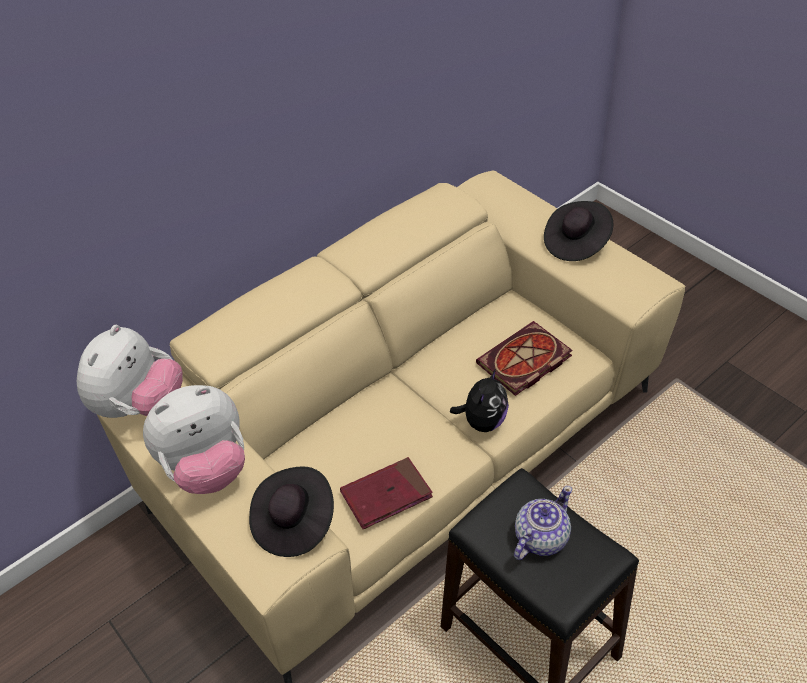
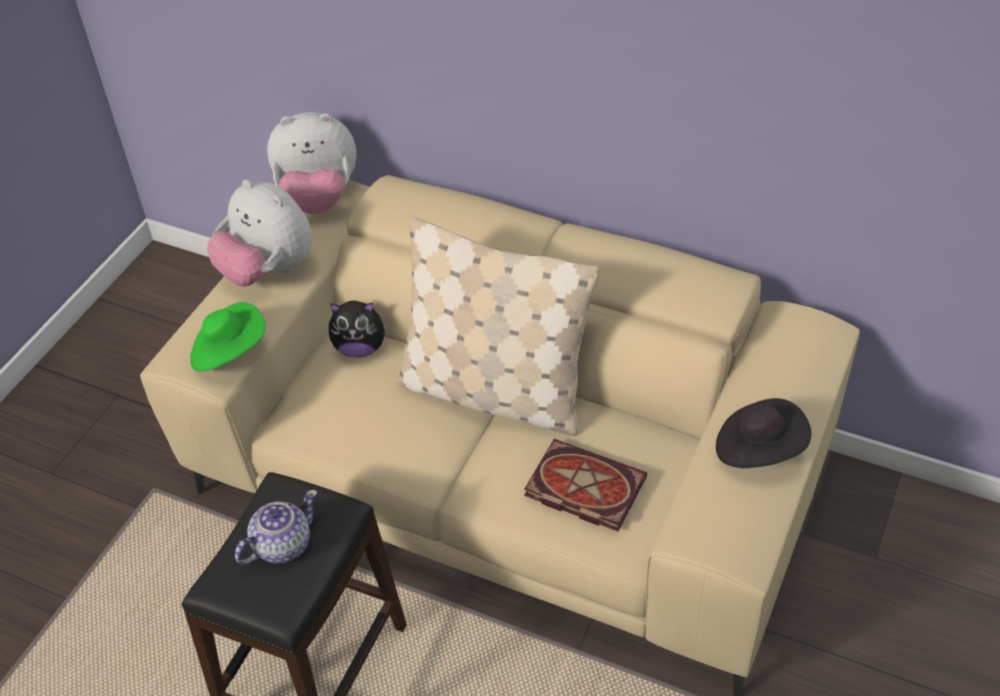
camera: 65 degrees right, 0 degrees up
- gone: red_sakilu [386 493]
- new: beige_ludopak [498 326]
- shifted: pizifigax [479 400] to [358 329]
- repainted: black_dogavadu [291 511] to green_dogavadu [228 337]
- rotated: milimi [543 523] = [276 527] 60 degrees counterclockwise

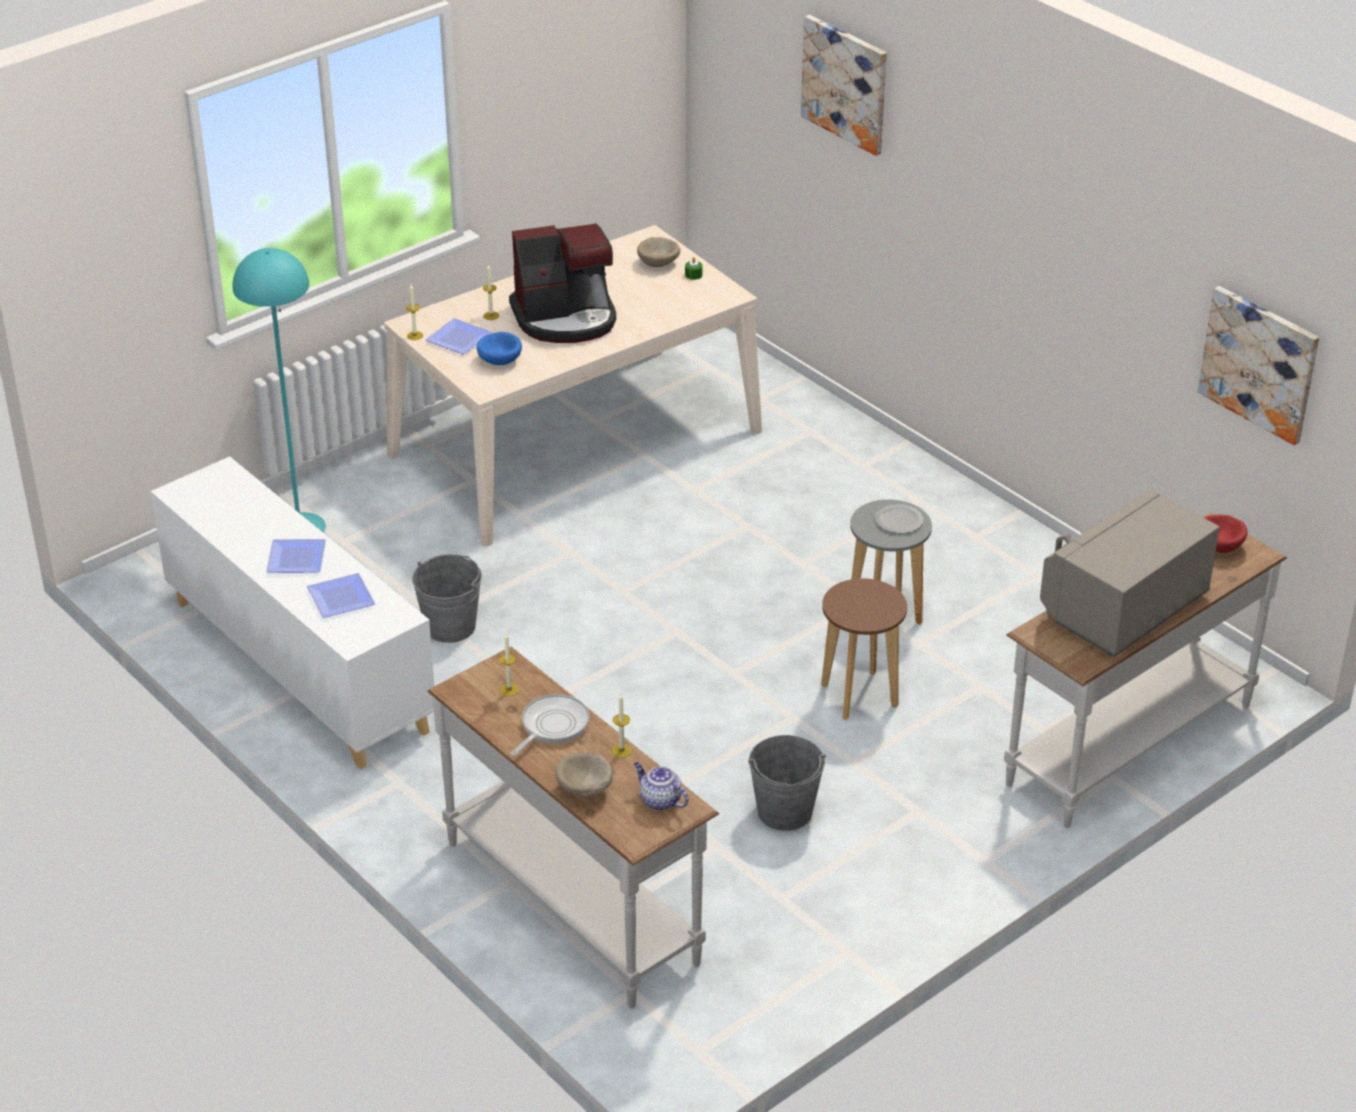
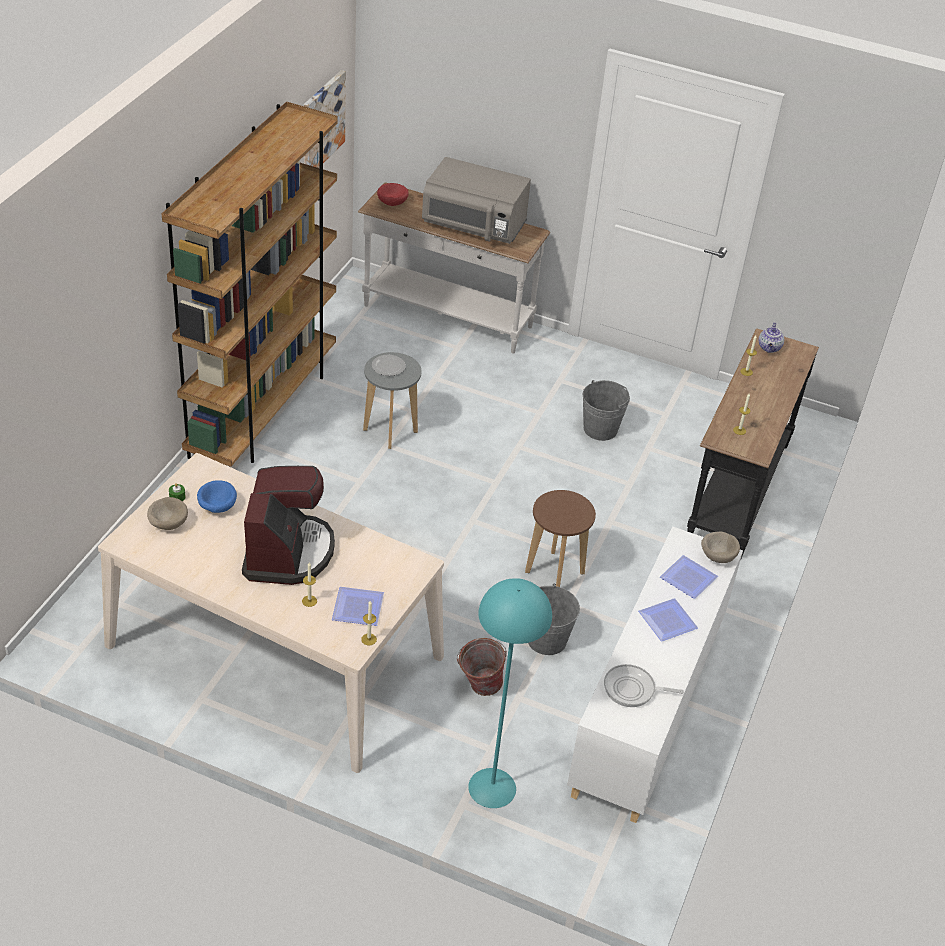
camera: 120 degrees left, 5 degrees up
- gone: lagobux [844 85]
- new: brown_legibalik [250 284]
- new: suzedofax [482 667]
- shifted: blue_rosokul [499 348] to [217 496]
- shifted: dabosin [550 725] to [644 685]
- shifted: beige_rosokul [584 774] to [720 547]
- shifted: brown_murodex [864 649] to [560 538]
- repainted: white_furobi [573 827] to black_furobi [753 443]
- rotated: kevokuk [562 283] = [288 525] 45 degrees clockwise

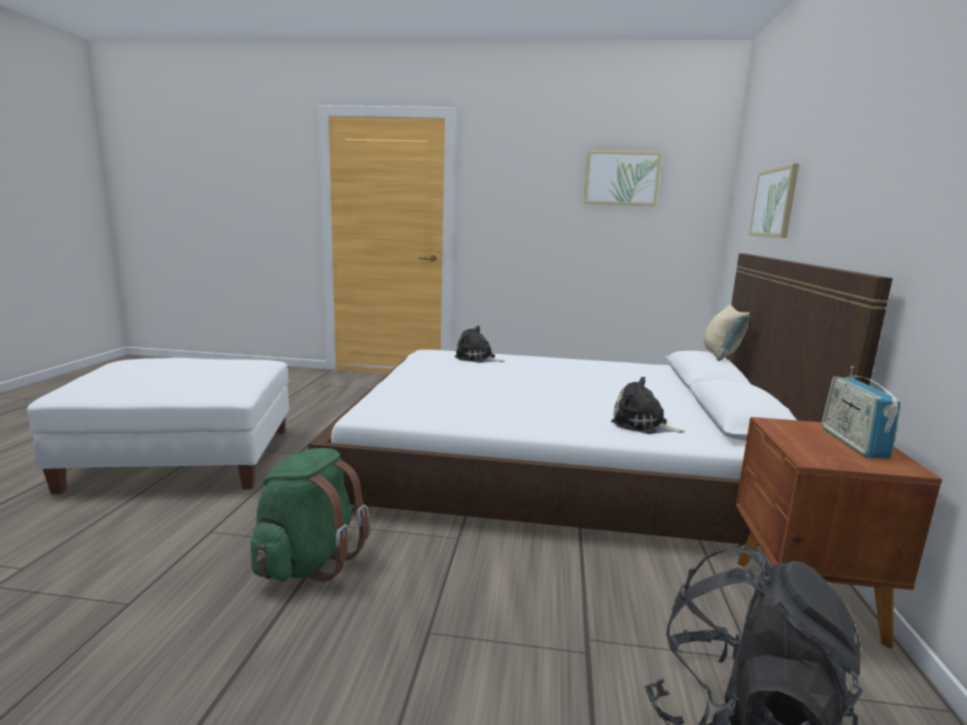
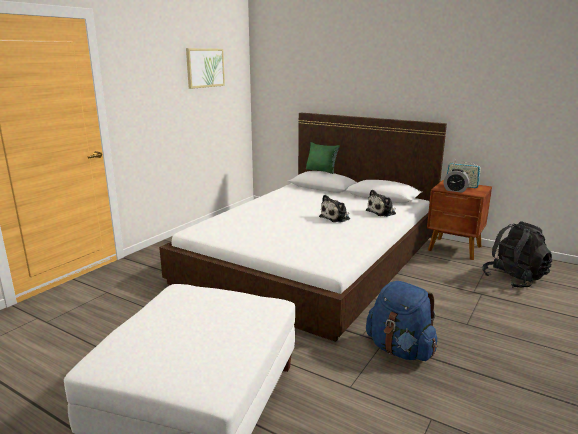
camera: 65 degrees left, 5 degrees up
- gone: lagobux [774 200]
- new: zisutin [456 181]
- shifted: pizifigax [479 344] to [334 209]
- repainted: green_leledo [310 515] to blue_leledo [401 321]
- repainted: beige_ludopak [727 332] to green_ludopak [323 158]

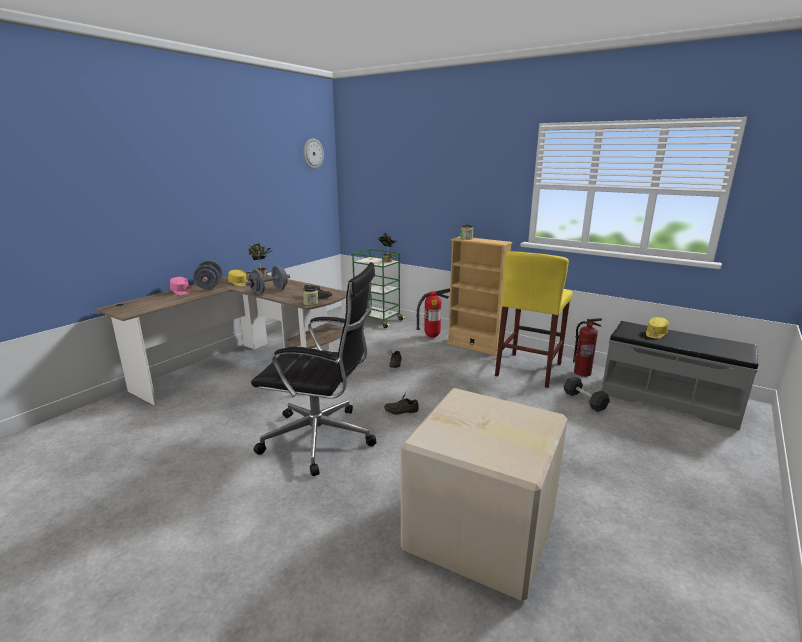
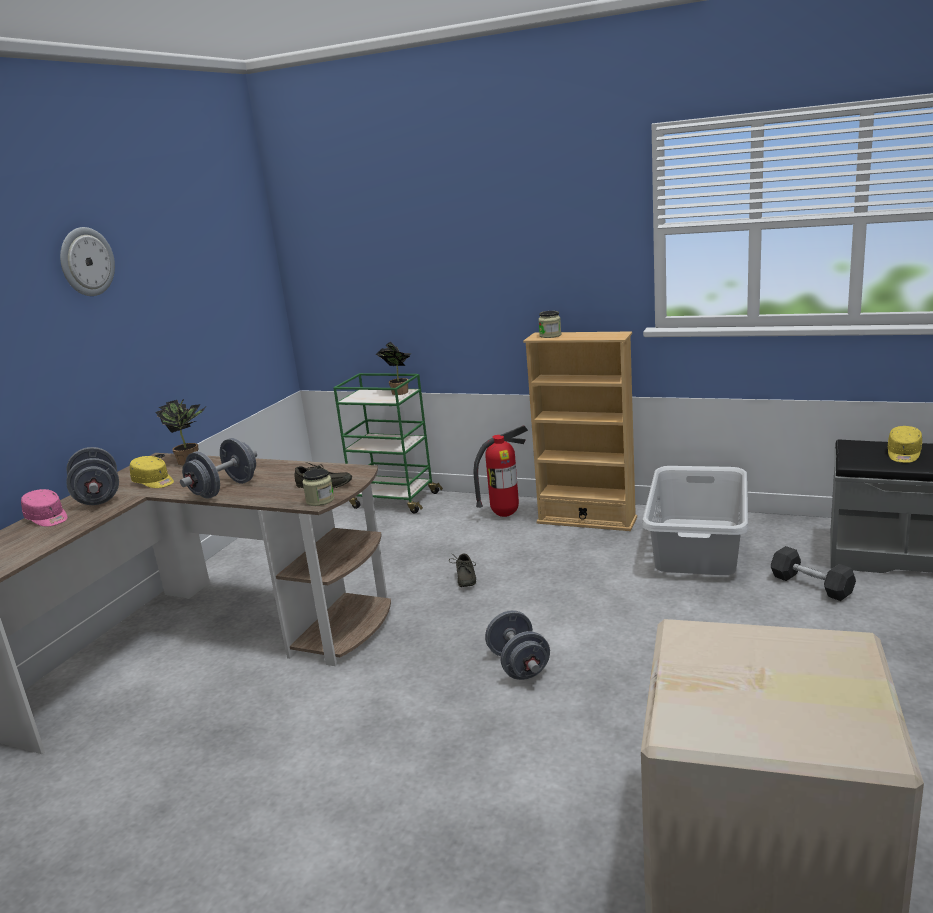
camera: 10 degrees left, 0 degrees up
- gone: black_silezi [313 369]
- gone: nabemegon [587 347]
- shifted: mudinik [313 153] to [87 261]
- swapped: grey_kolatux [401 404] to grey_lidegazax [517 645]
- swapped: yellow_murodex [534 319] to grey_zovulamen [695 520]

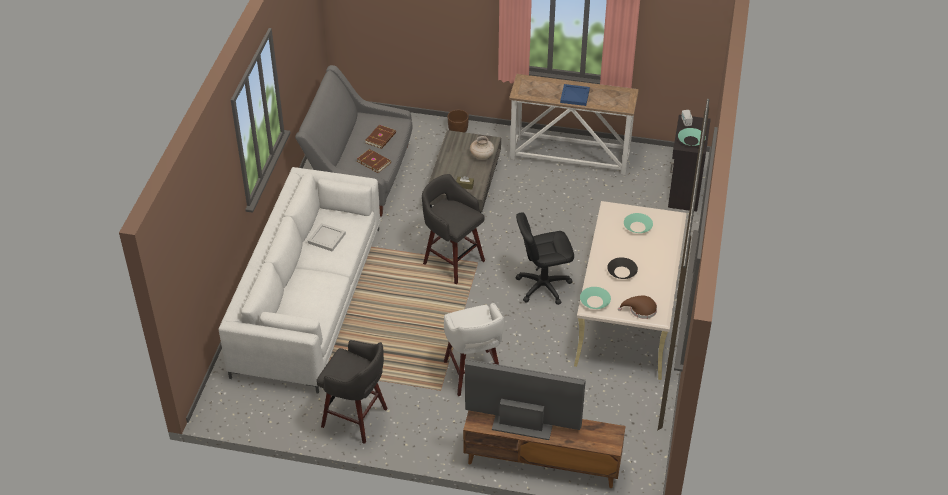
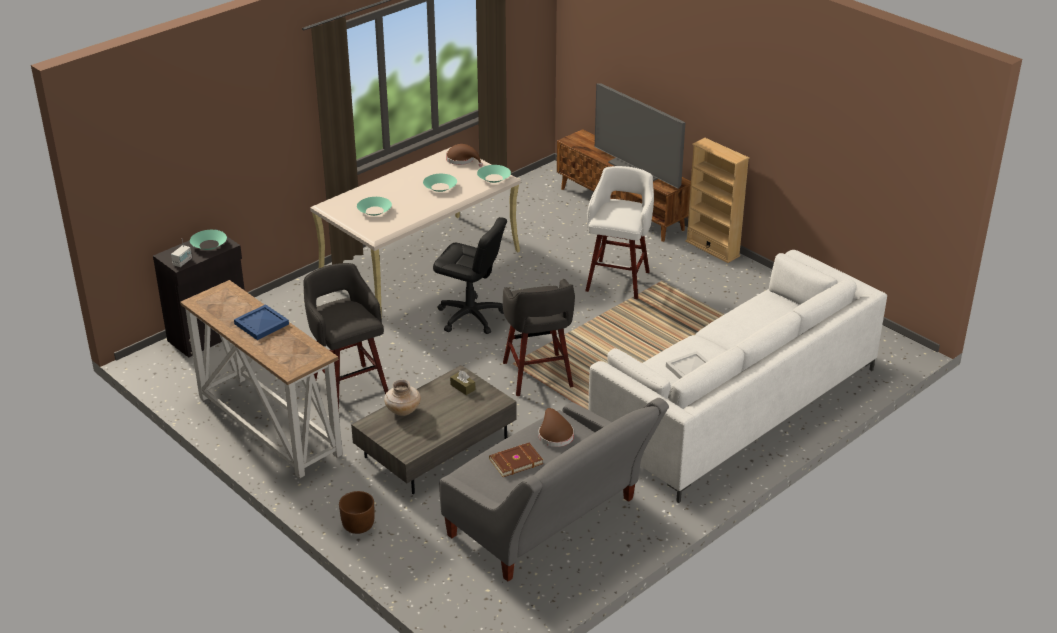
camera: 145 degrees left, 10 degrees down
- new: beige_legibalik [717 200]
- shifted: grey_murodex [352 392] to [345 335]
- swapped: brown_sakilu [374 161] to brown_dogavadu [556 427]
- repainted: black_rosokul [622 268] to turquoise_rosokul [440 183]

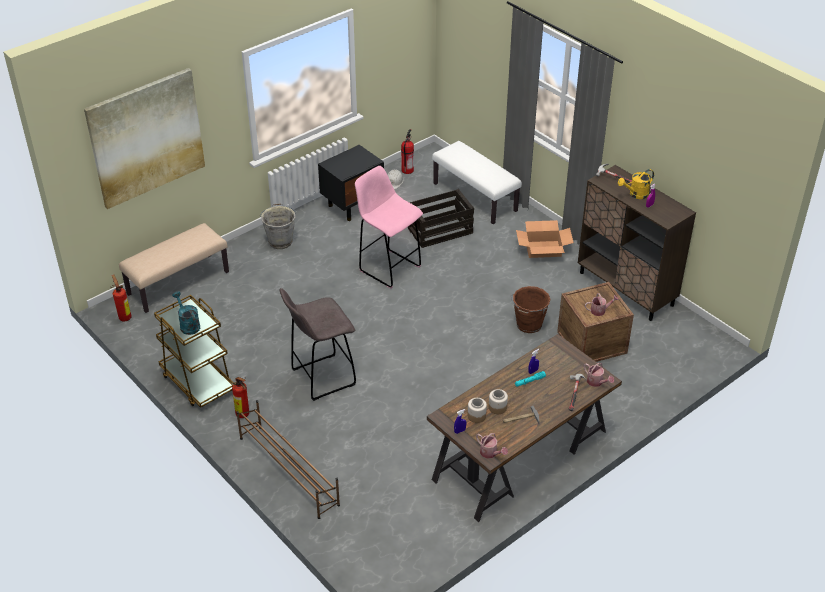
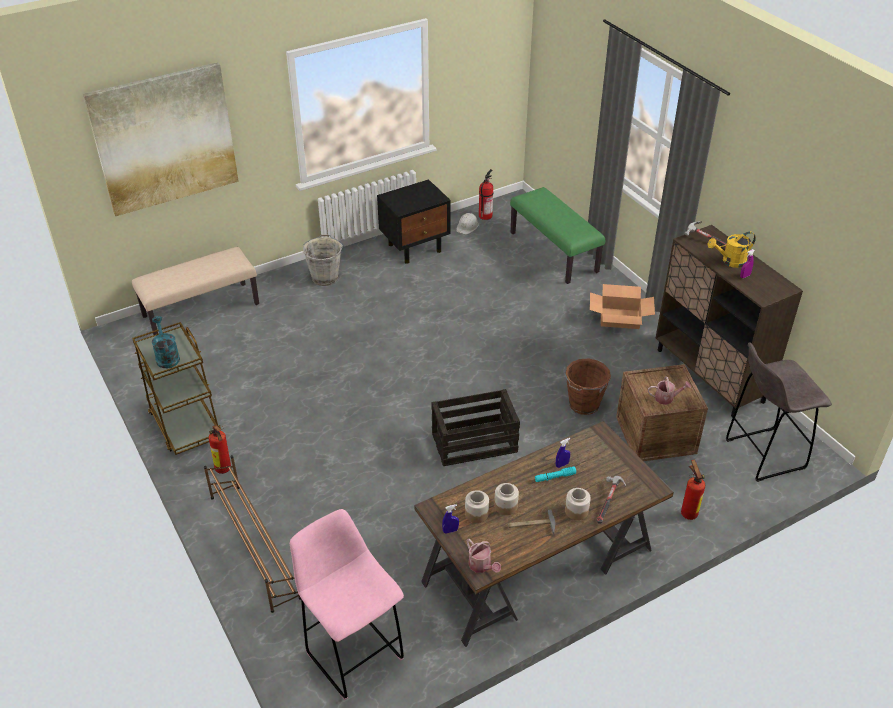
camera: 10 degrees right, 0 degrees up
- gone: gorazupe [599 375]
- new: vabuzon [578 504]
- shifted: nabemegon [122 298] to [693 490]
- shifted: grey_murodex [318 344] to [779 412]
- shifted: pink_murodex [389 227] to [347 604]
- shifted: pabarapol [441 218] to [476 427]
- repainted: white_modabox [477 182] to green_modabox [557 235]

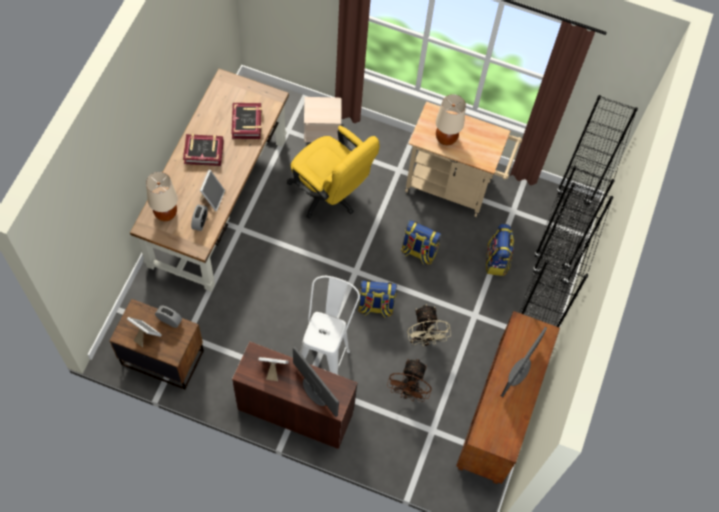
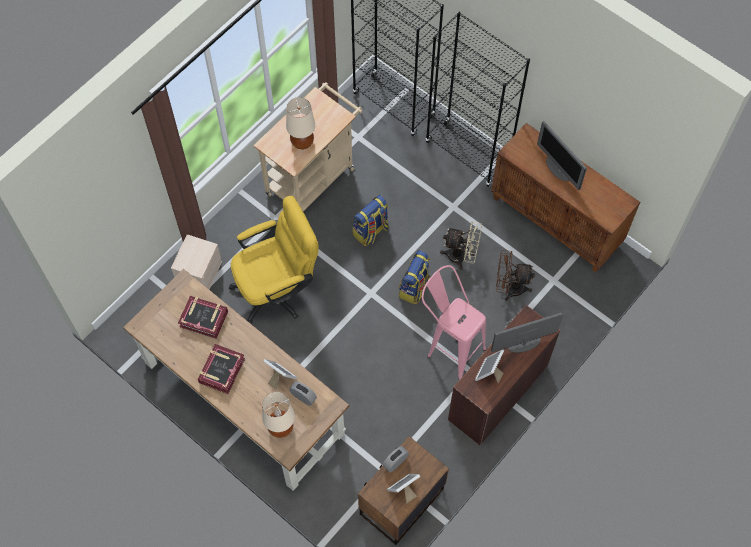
camera: 65 degrees left, 0 degrees up
- gone: leledo [500 250]
- repainted: white_murodex [330 325] to pink_murodex [454 322]
- rotated: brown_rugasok [409 380] = [515 275] 150 degrees clockwise

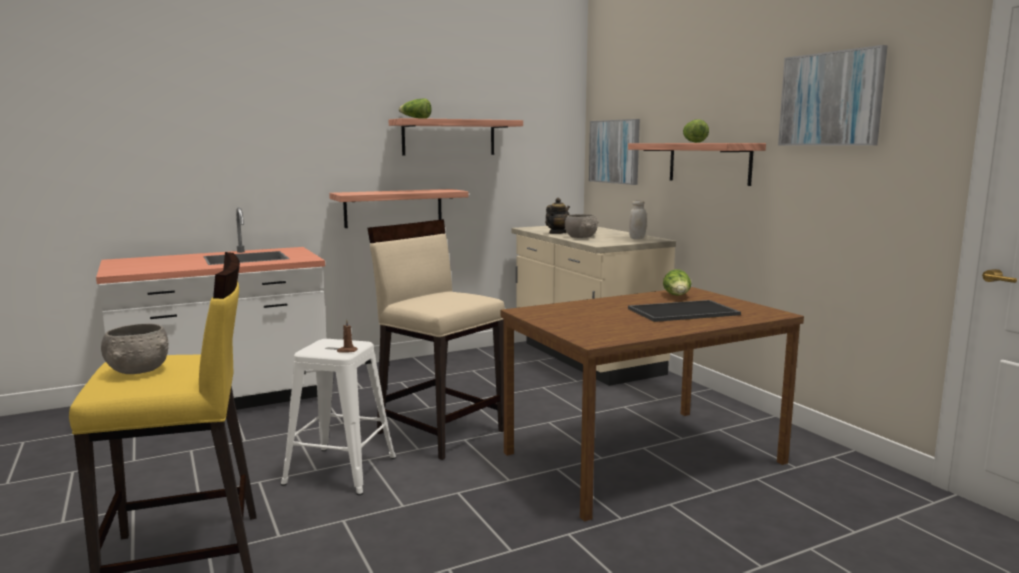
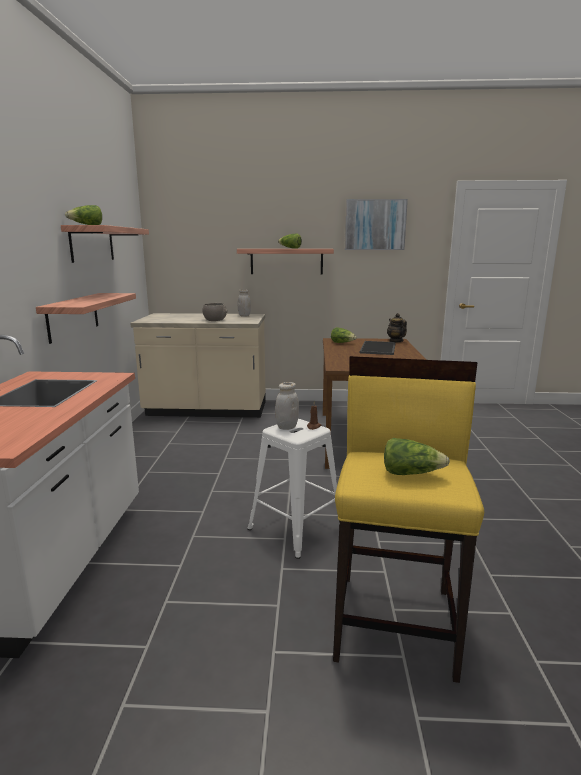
camera: 60 degrees left, 5 degrees up
- gone: beige_murodex [436 339]
- gone: lagobux [614 152]
- new: white_vabuzon [287 406]
- shifted: milimi [557 216] to [397 327]
- swapped: grey_rosokul [135 349] to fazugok [417 456]

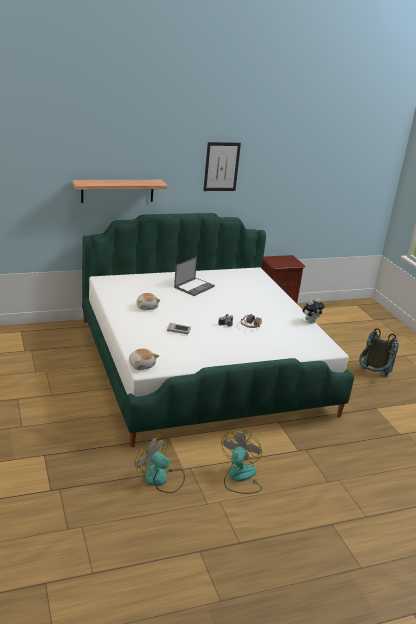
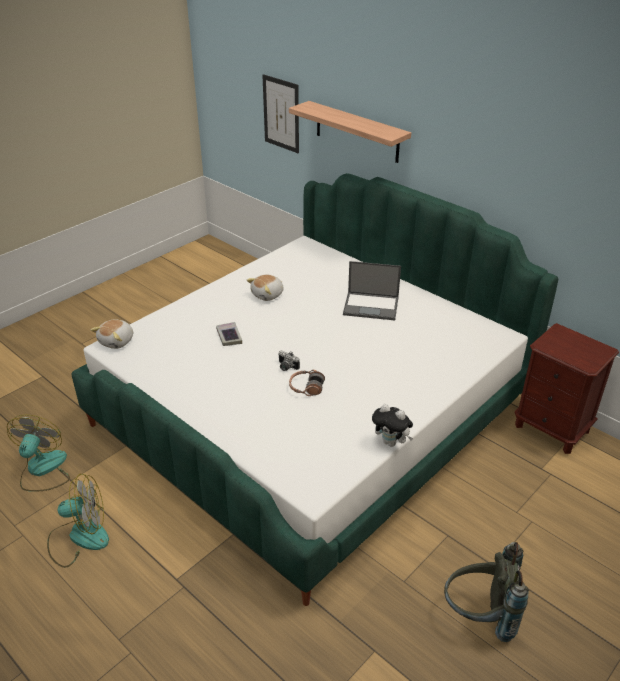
camera: 65 degrees right, 10 degrees up
- shifted: lagobux [222 166] to [280 113]

